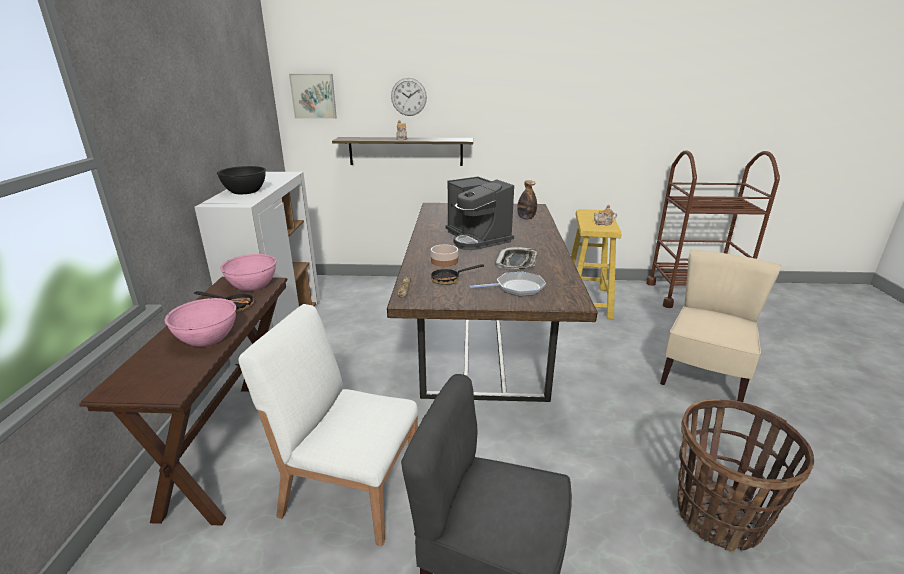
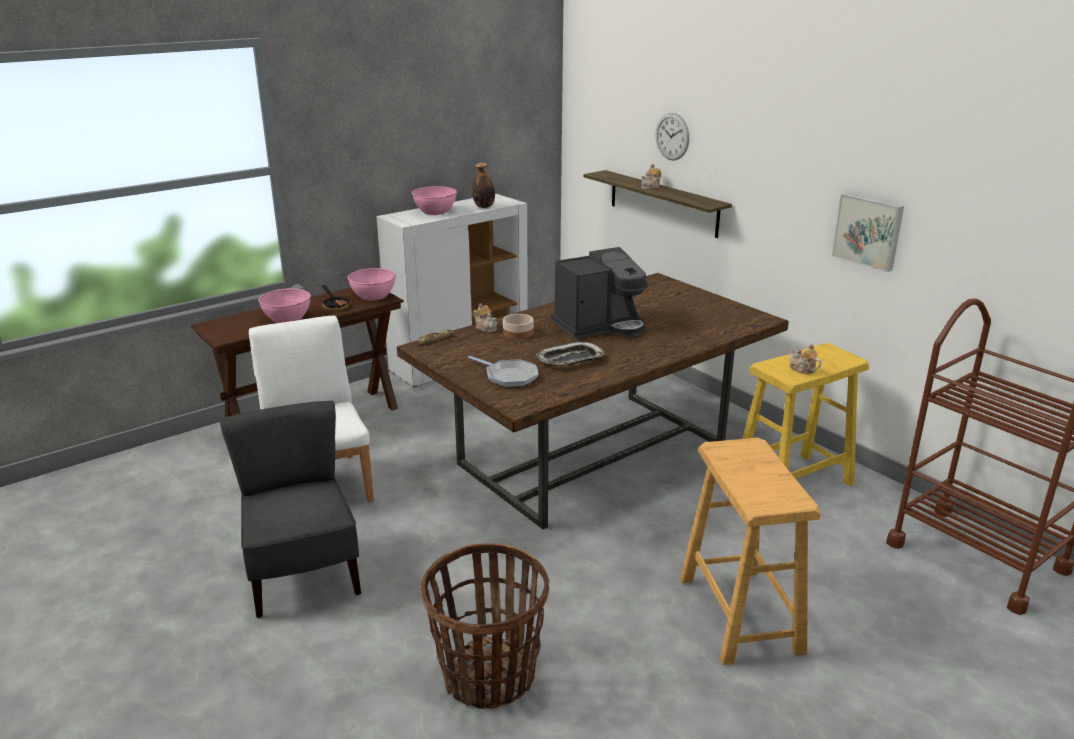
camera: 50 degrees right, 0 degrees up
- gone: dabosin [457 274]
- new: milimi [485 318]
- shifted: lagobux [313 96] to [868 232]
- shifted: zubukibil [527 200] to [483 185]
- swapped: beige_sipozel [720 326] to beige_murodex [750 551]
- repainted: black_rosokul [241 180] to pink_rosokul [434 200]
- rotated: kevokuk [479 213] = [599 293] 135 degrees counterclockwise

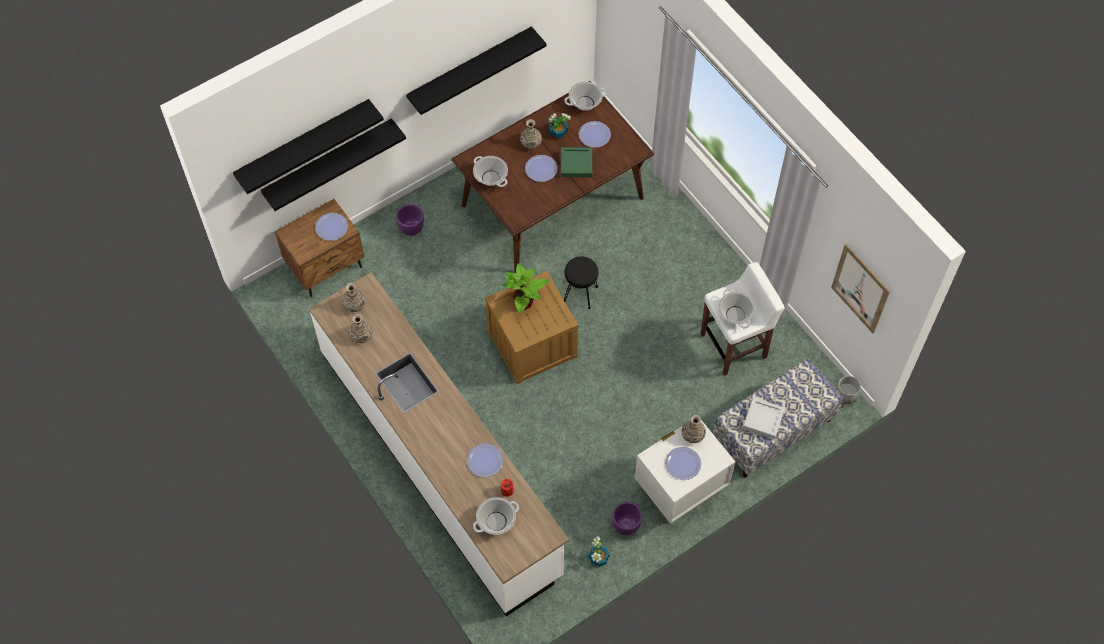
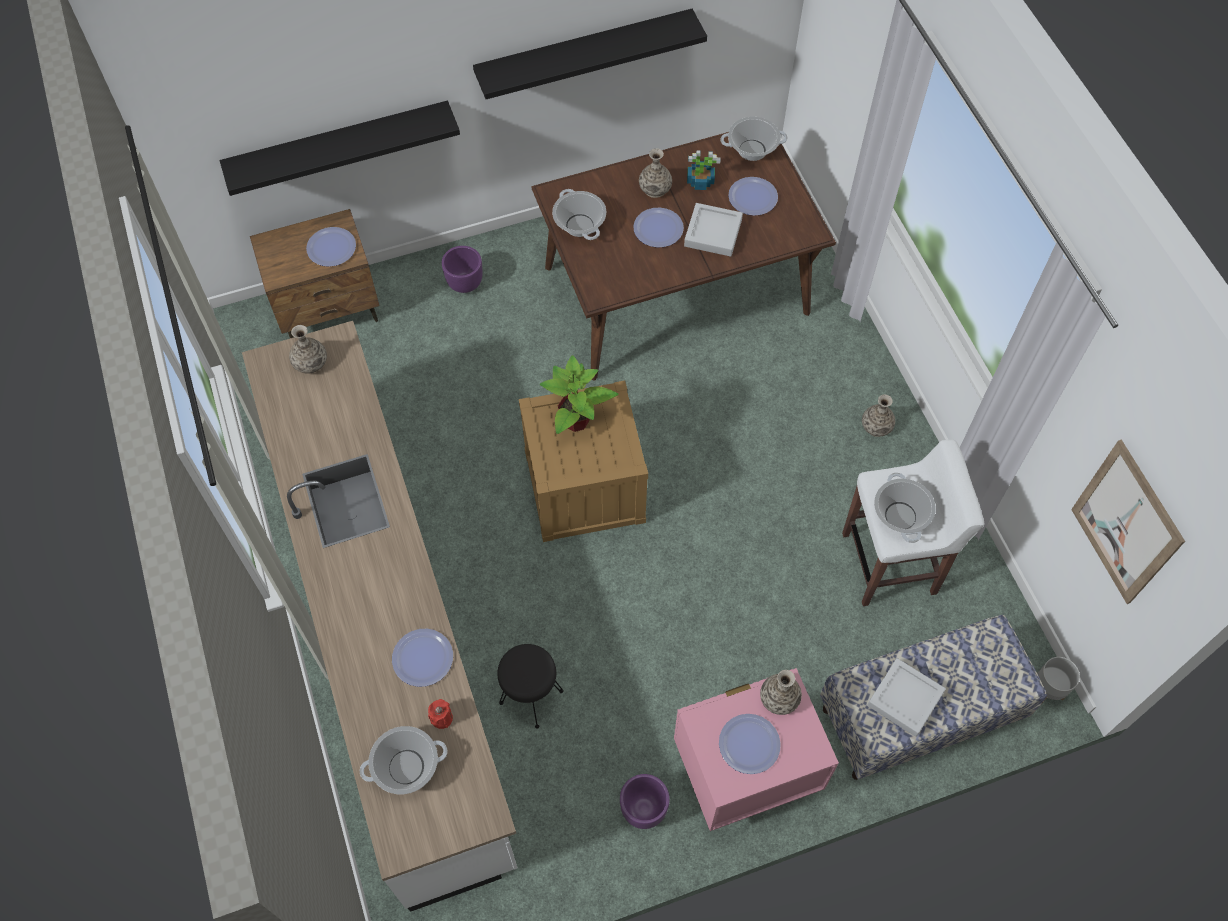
camera: 15 degrees right, 0 degrees up
- gone: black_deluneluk [308 146]
- gone: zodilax [599 551]
- shifted: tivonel [361 328] to [878 416]
- shifted: black_murodex [581 282] to [530 686]
- repainted: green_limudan [576 162] to grey_limudan [713 230]
- repainted: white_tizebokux [685 472] to pink_tizebokux [756 749]

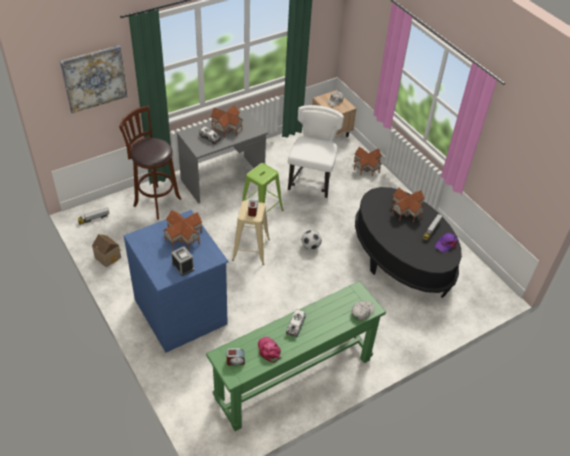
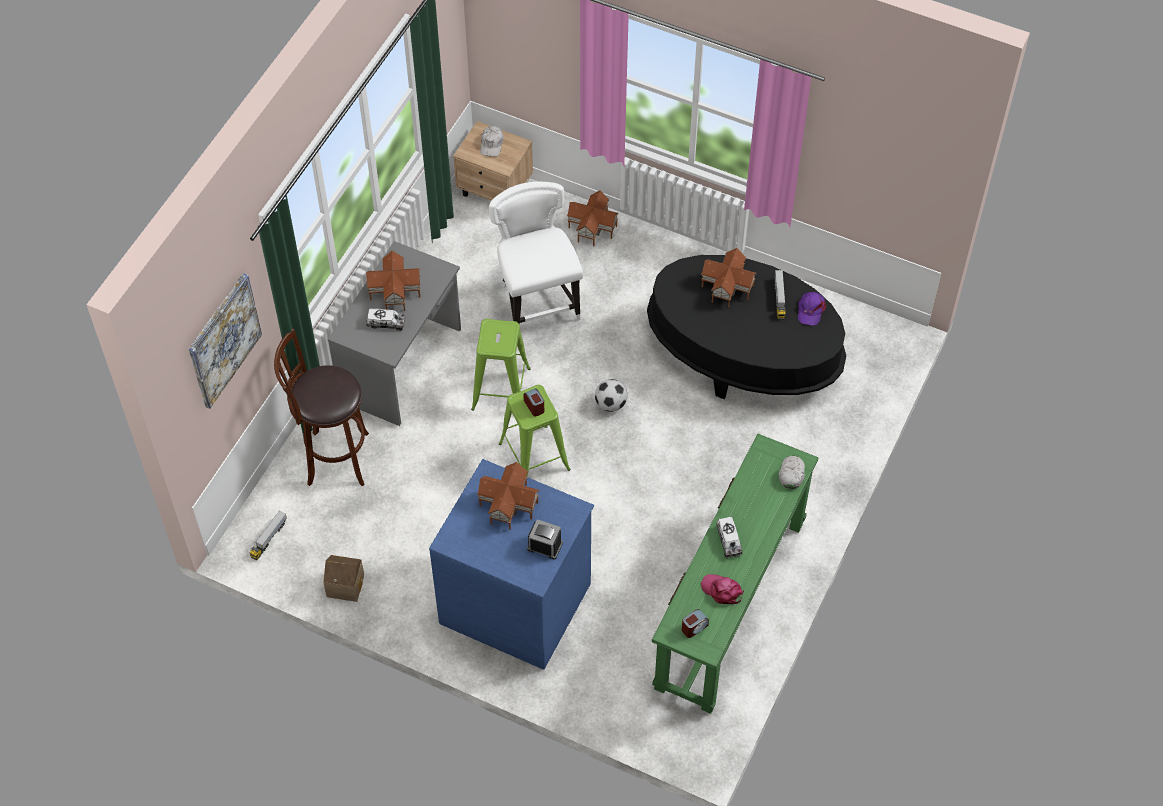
camera: 30 degrees left, 10 degrees up
- repainted: beige_murodex [251 232] to green_murodex [534 431]

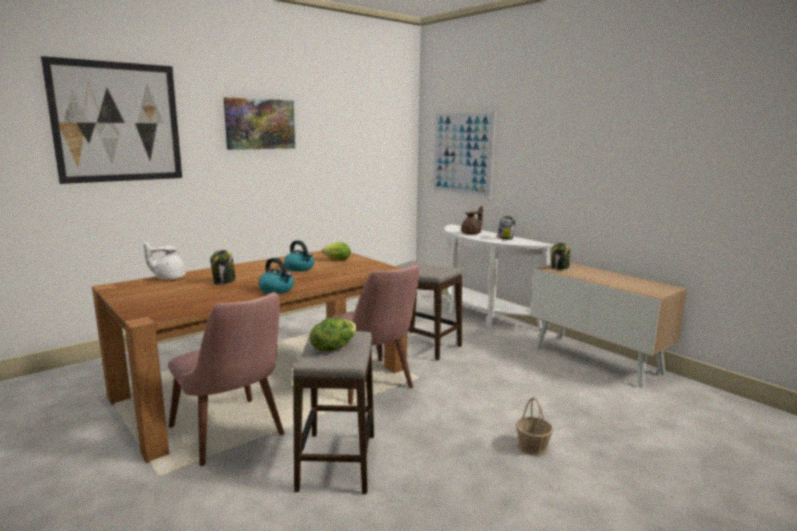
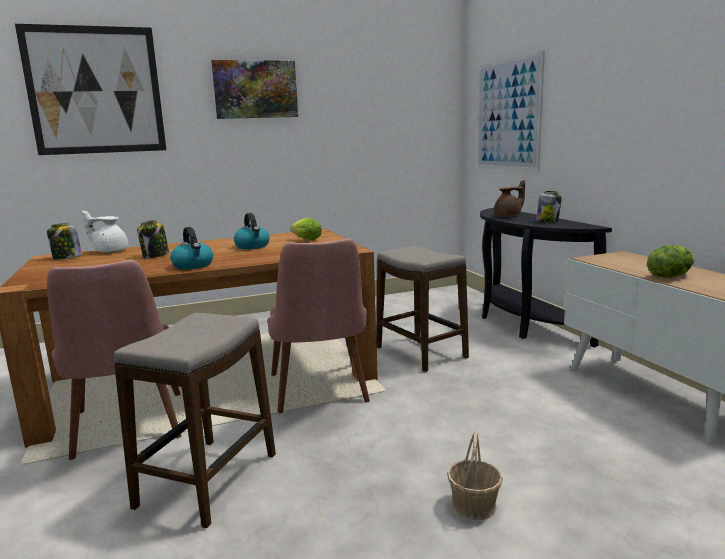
camera: 20 degrees right, 0 degrees up
- shifted: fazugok [333 334] to [671 261]
- shifted: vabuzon [560 256] to [64 241]
- repainted: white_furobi [499 277] to black_furobi [546 278]

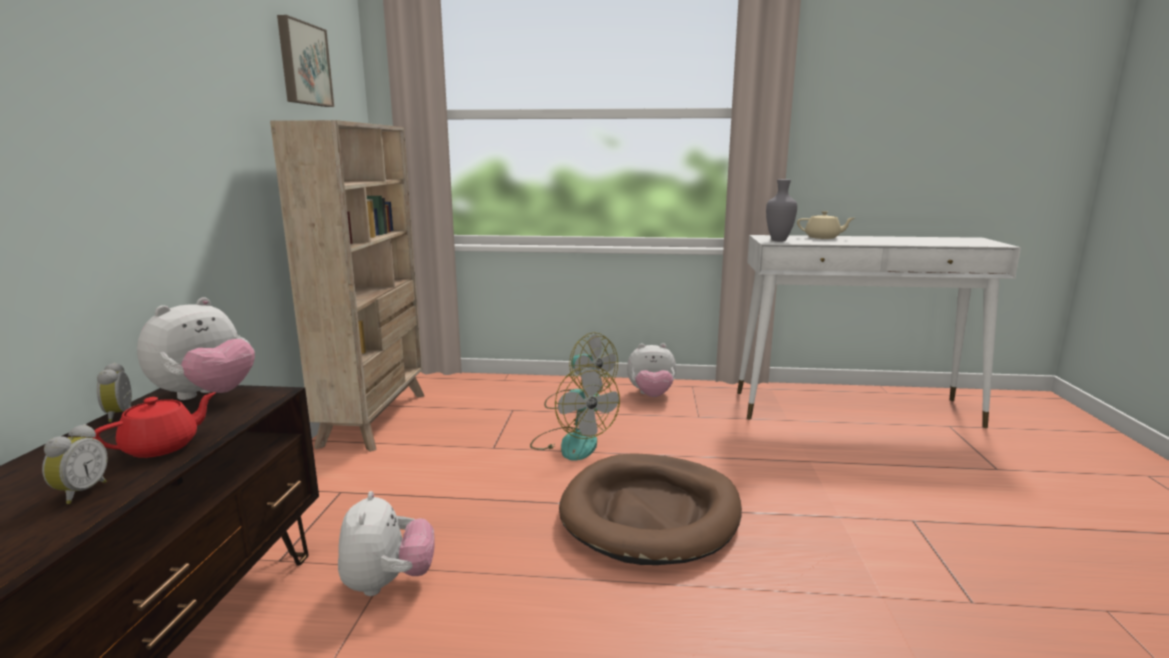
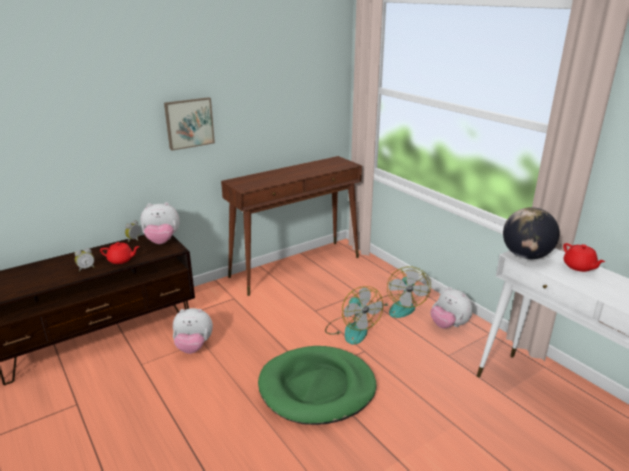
camera: 50 degrees right, 10 degrees up
- shifted: lagobux [305 61] to [189 124]
- swapped: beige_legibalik [347 286] to brown_furobi [291 226]
- swapped: grey_tivonel [781 210] to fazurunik [531 233]
- repainted: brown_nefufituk [650 509] to green_nefufituk [317 385]
- repainted: beige_milimi [825 225] to red_milimi [584 257]
- rotated: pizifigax [386 543] = [193 331] 45 degrees clockwise
- rotated: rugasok [575 413] = [354 315] 45 degrees counterclockwise

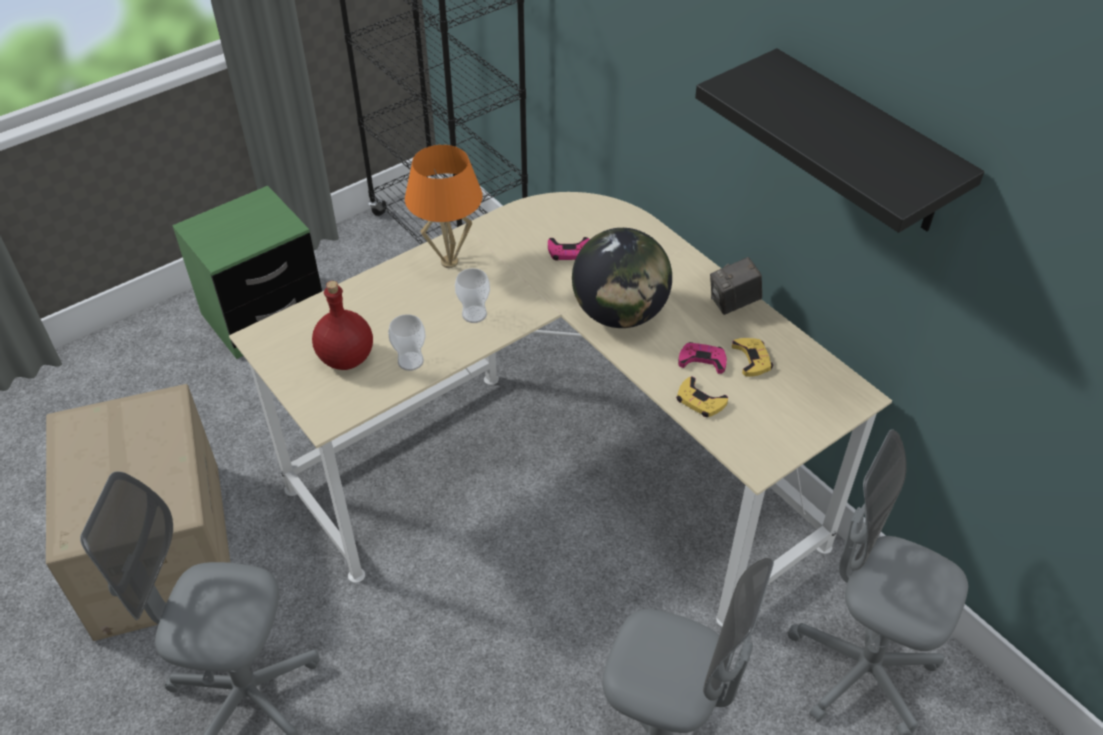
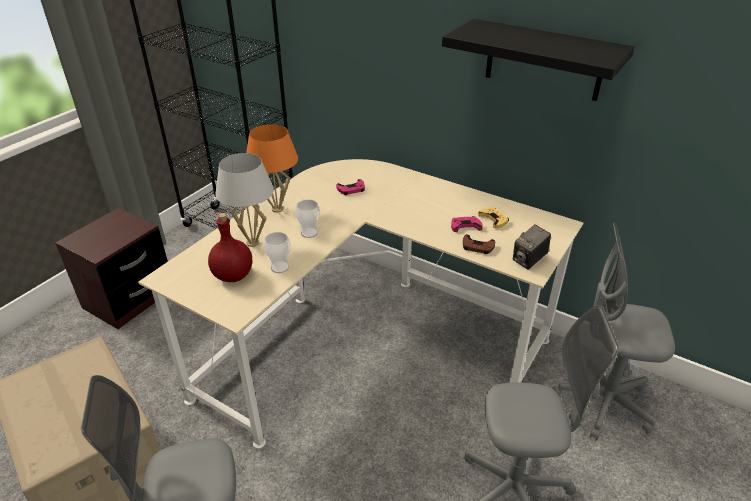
camera: 20 degrees left, 10 degrees down
- gone: fazurunik [622 278]
- new: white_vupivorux [245 200]
- shifted: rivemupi [736 286] to [532 247]
- repainted: green_tizebokux [247 272] to brown_tizebokux [111 268]
- repainted: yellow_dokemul [702 397] to brown_dokemul [479 244]

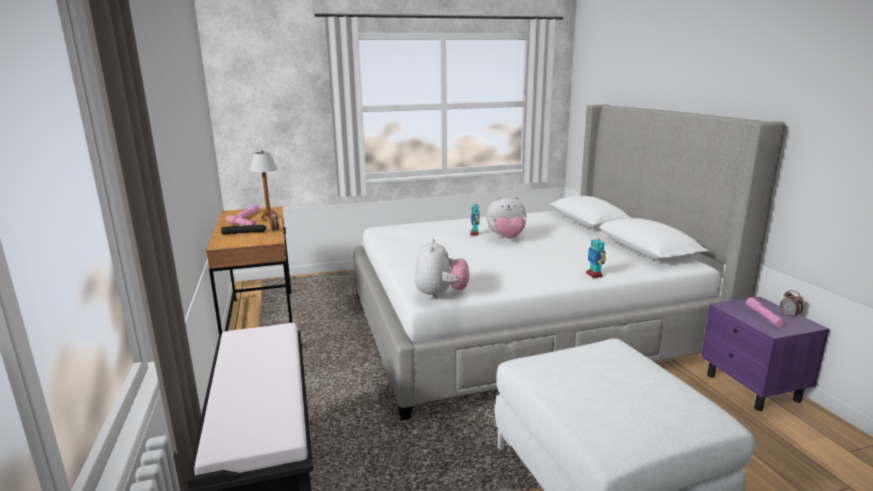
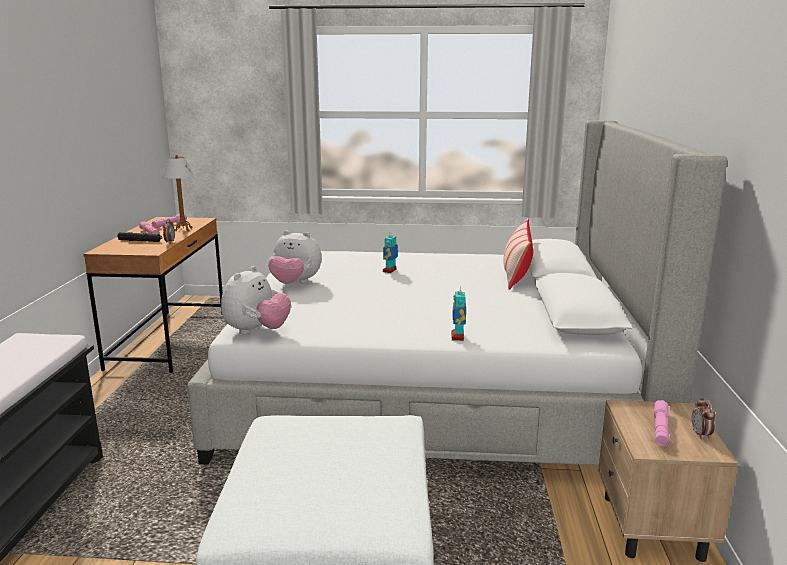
camera: 20 degrees right, 0 degrees up
- new: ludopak [518 254]
- shifted: pizifigax [506 217] to [294 257]
- repainted: purple_tizebokux [765 354] to beige_tizebokux [668 481]

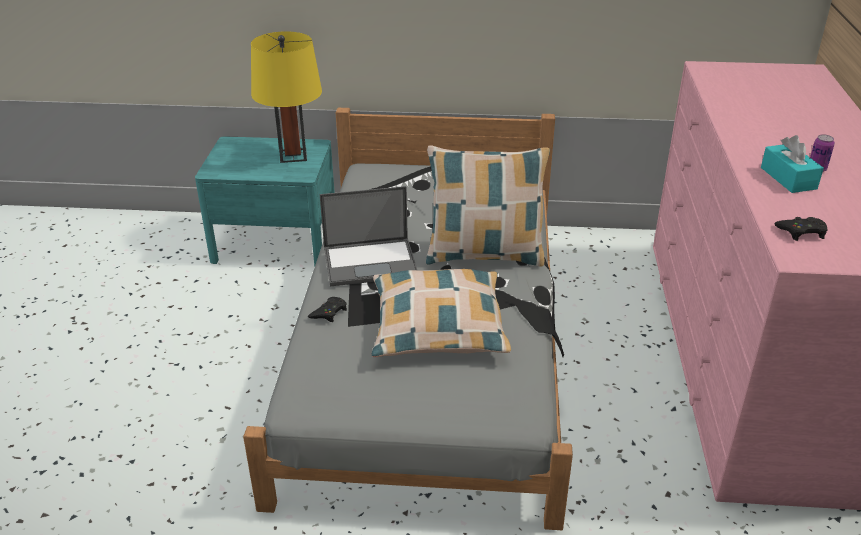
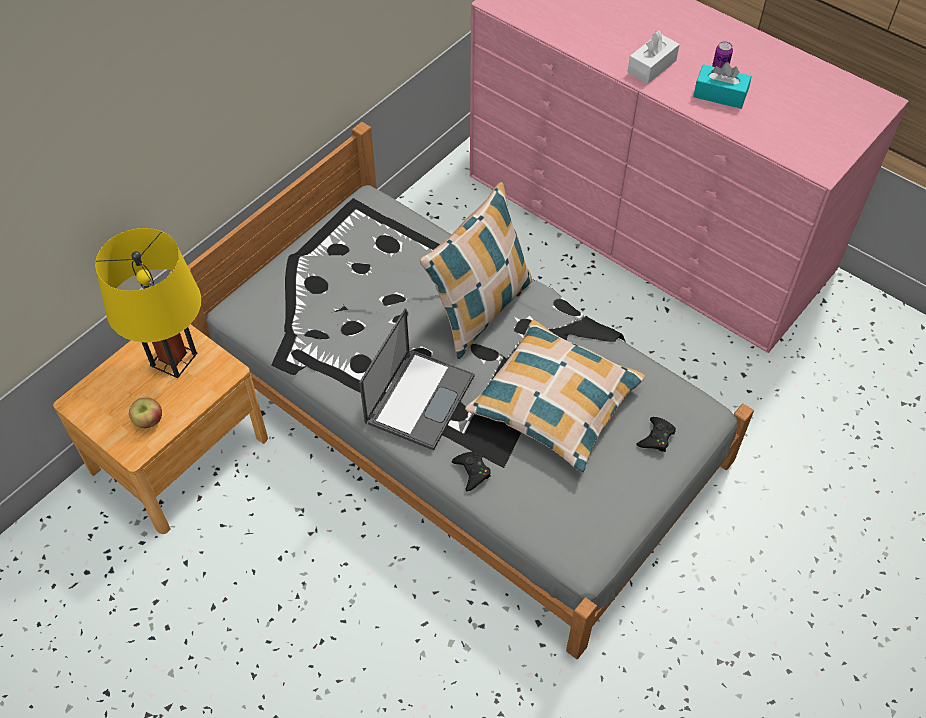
camera: 55 degrees left, 20 degrees up
- new: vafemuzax [145 413]
- new: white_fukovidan [653 57]
- shifted: black_dokemul [801 229] to [656 434]
- repainted: turquoise_tizebokux [265 201] to brown_tizebokux [160 429]

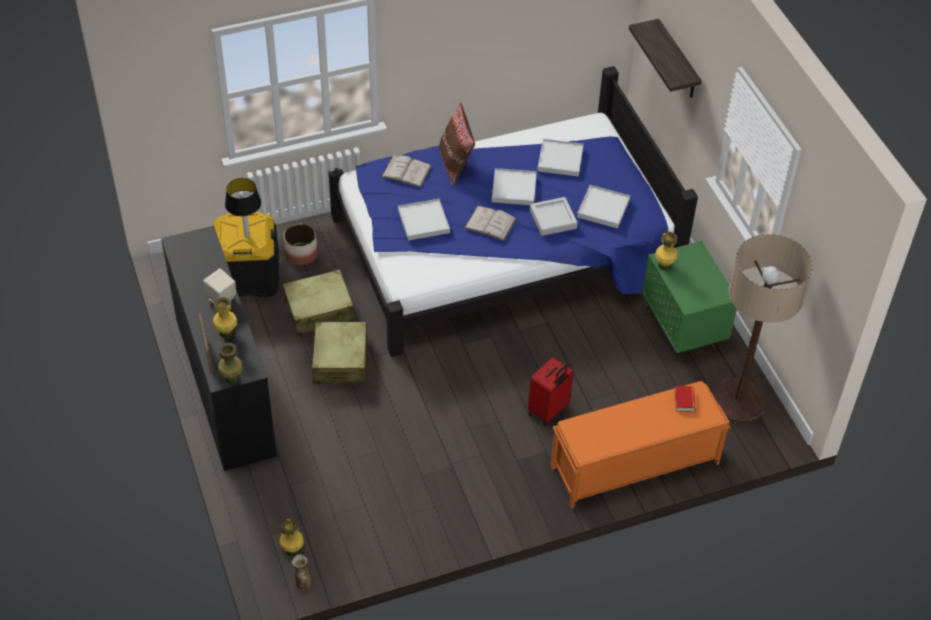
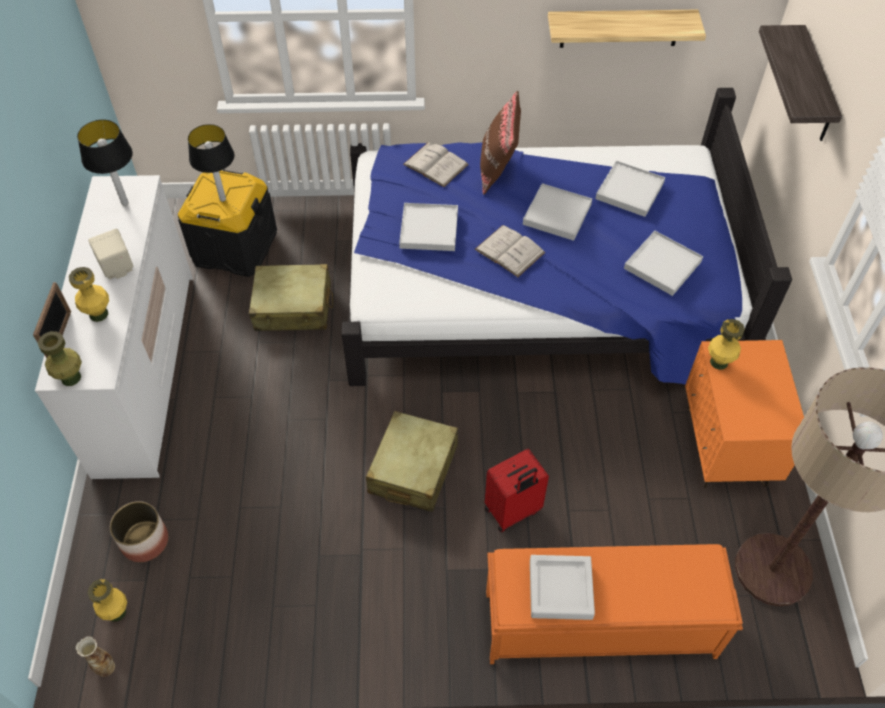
camera: 20 degrees right, 5 degrees up
- gone: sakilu [685 399]
- new: vupivorux [105 162]
- new: deluneluk [627 29]
- shifted: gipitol [301 244] to [139 531]
- shifted: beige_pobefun [339 353] to [412 461]
- shifted: grey_limudan [554 216] to [562 587]
- repainted: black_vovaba [219 348] to white_vovaba [114 327]
- repainted: green_tizebokux [689 301] to orange_tizebokux [744 414]

